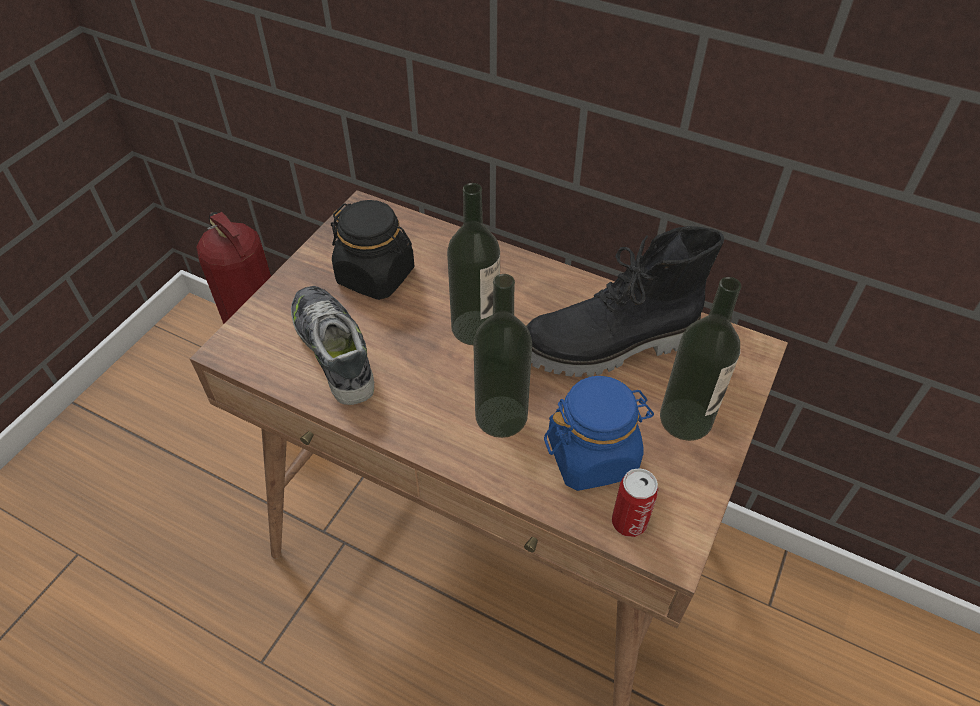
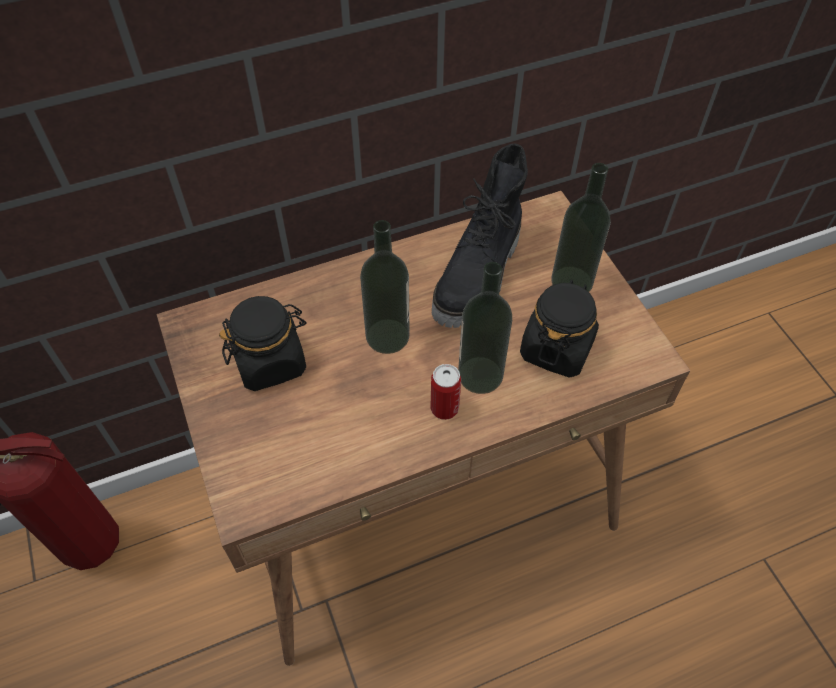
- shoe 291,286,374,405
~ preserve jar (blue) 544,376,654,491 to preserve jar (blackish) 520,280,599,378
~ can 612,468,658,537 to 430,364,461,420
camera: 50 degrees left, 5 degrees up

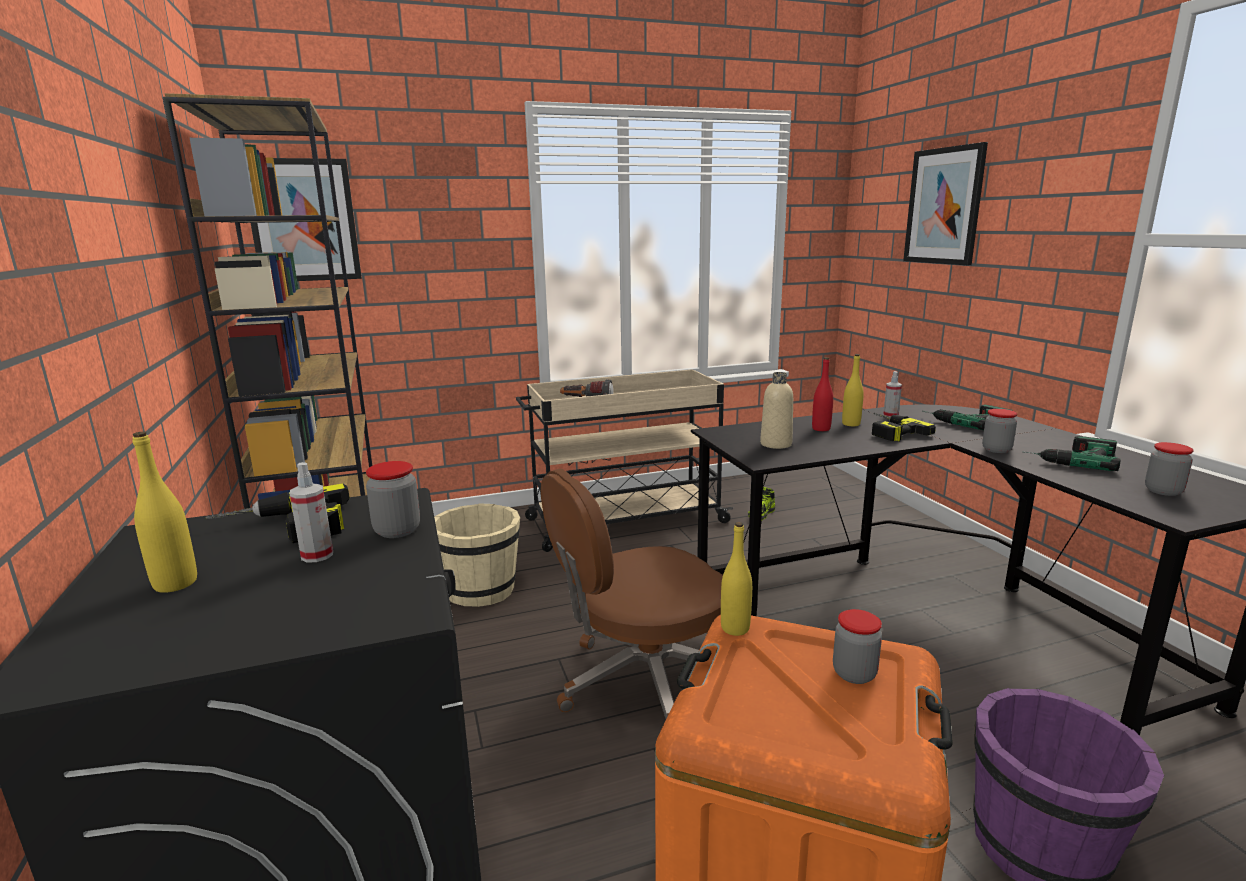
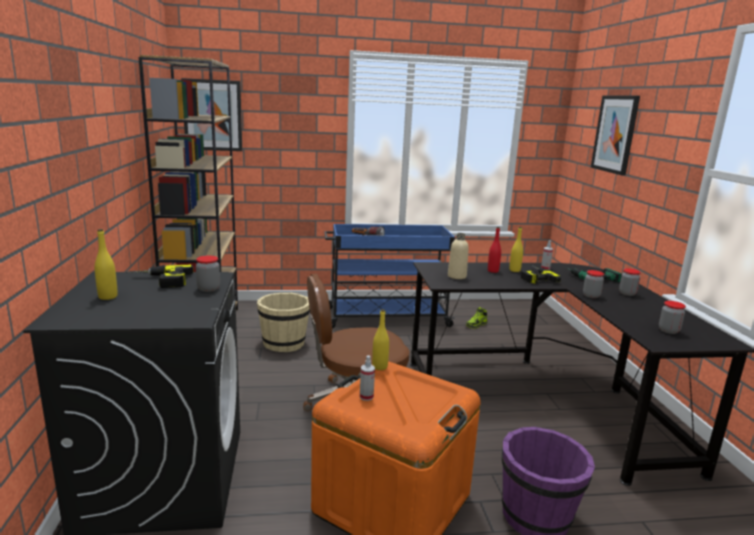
~ hand sprayer 290,462,333,563 to 360,355,375,401
~ trolley (beige) 516,369,733,552 to trolley (blue) 324,224,455,328
~ preserve jar 833,609,882,684 to 619,268,641,296
- electric drill 1022,436,1120,471
camera: 10 degrees right, 0 degrees up

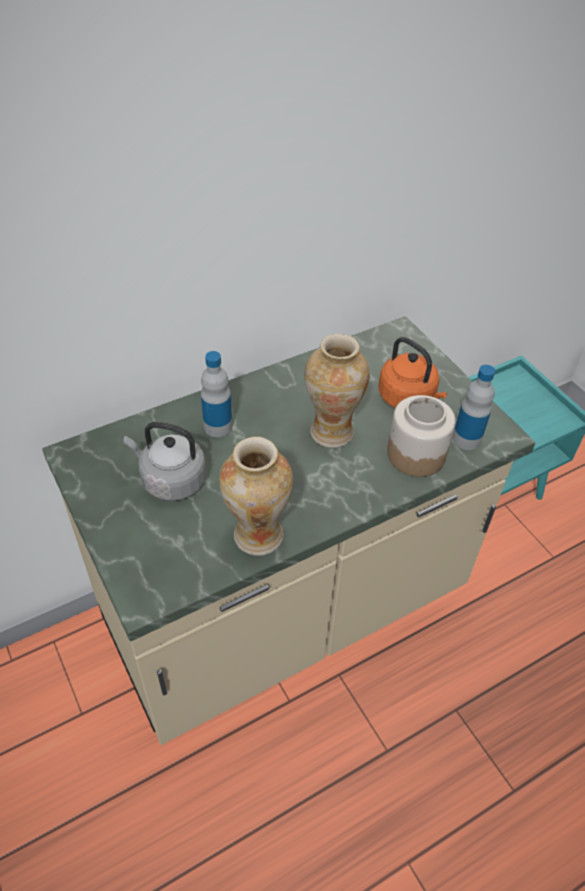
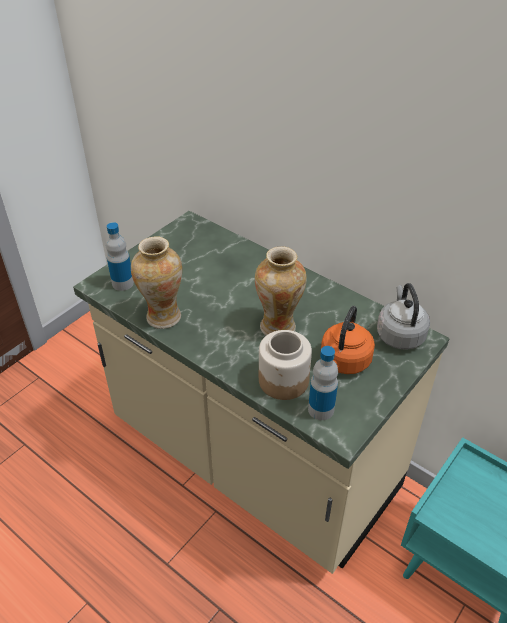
~ tea kettle (gray) 124,422,206,501 to 377,283,430,350
~ drink bottle 201,351,232,437 to 106,222,134,291
camera: 70 degrees right, 5 degrees down

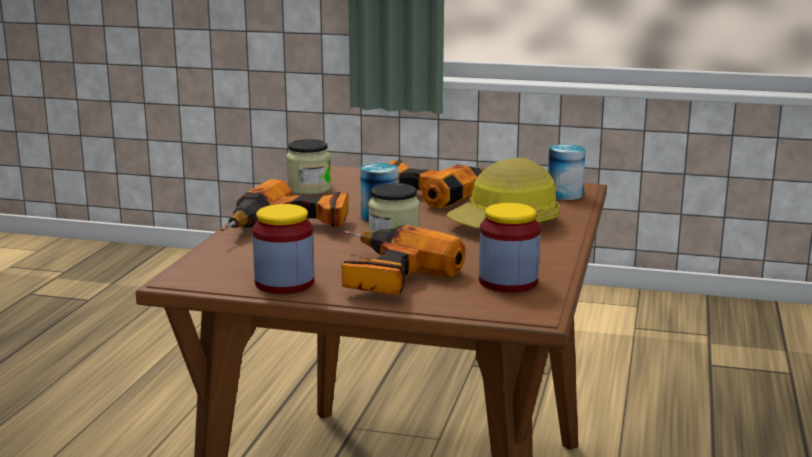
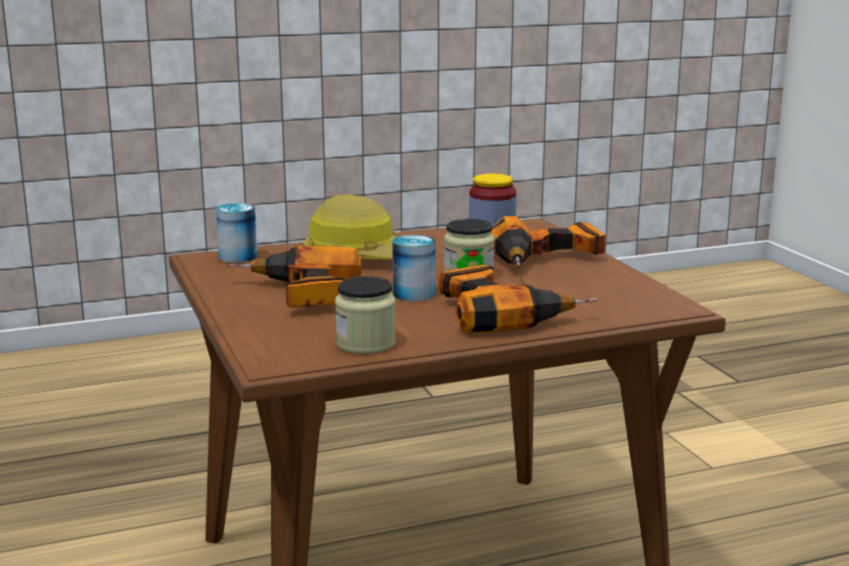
- preserve jar 252,204,314,294
camera: 125 degrees left, 0 degrees up

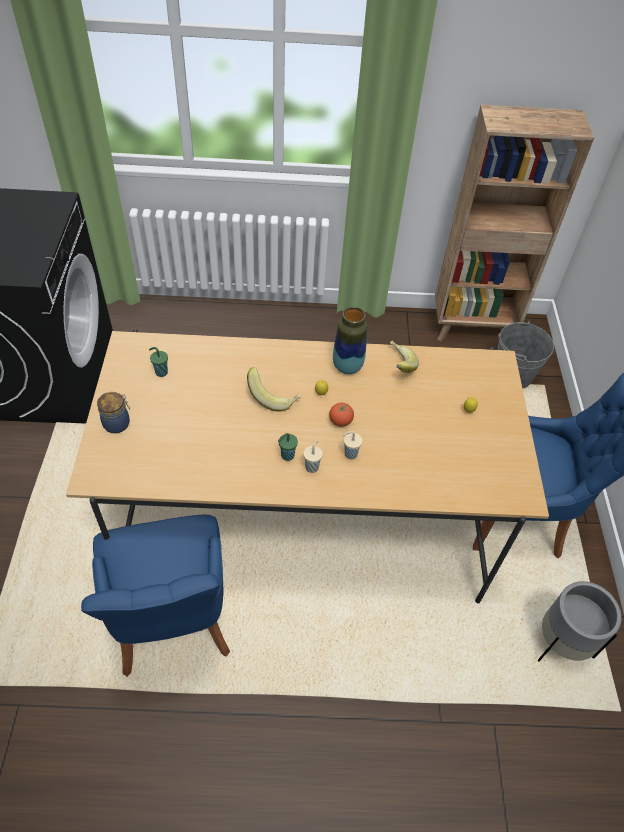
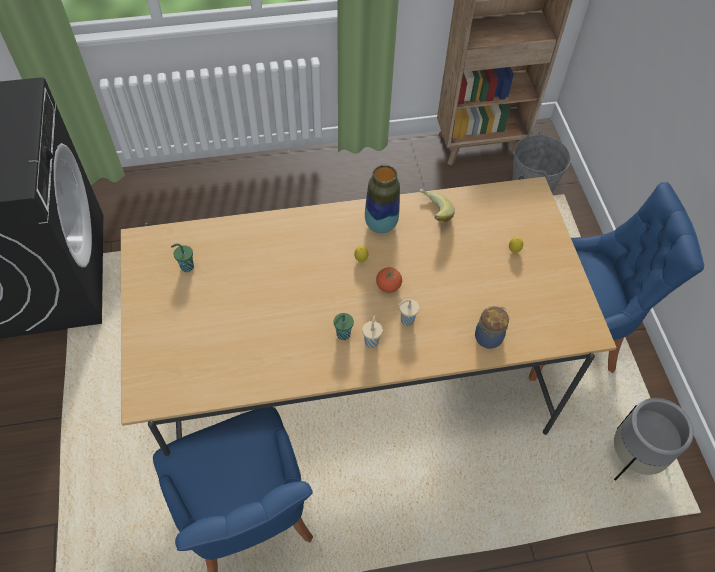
~ preserve jar 97,392,130,433 to 475,306,509,349
- banana 247,367,301,412
camera: 10 degrees left, 5 degrees up

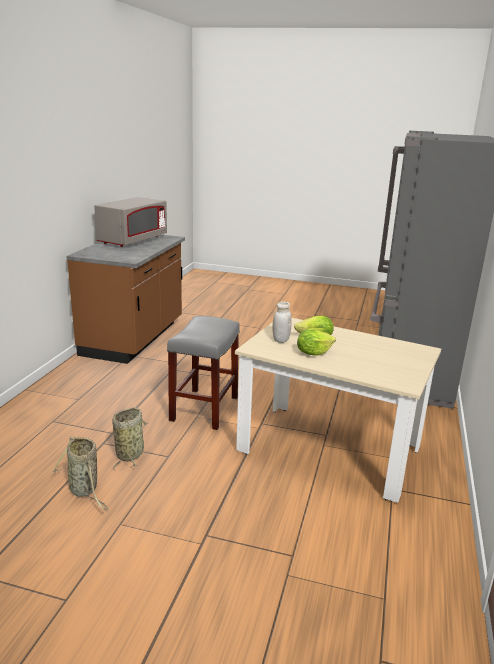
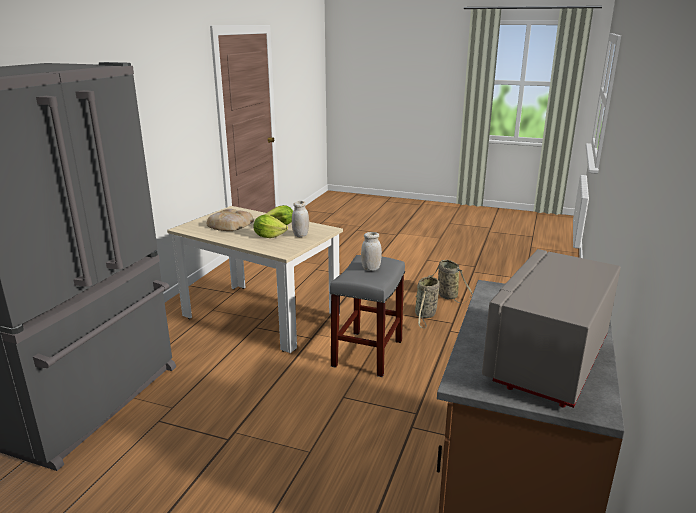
+ bread 207,209,254,231
+ preserve jar (whitish) 361,232,382,271
camera: 175 degrees left, 0 degrees up

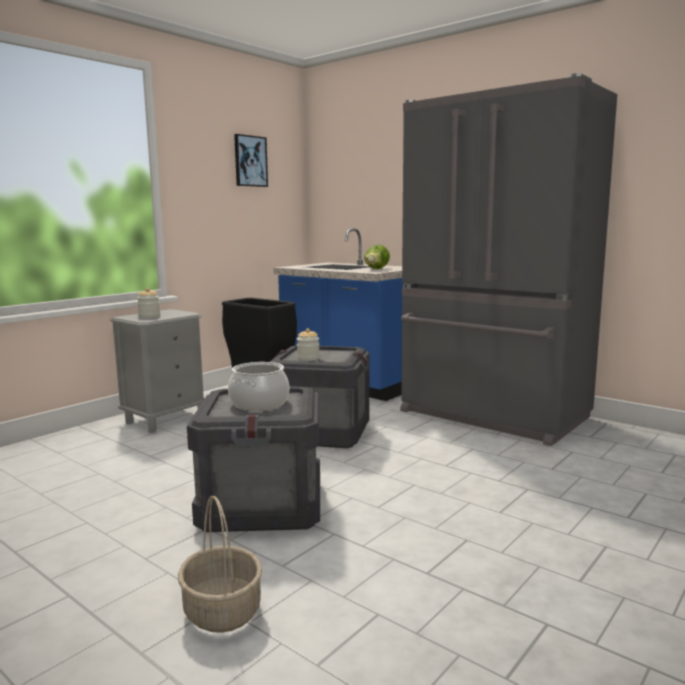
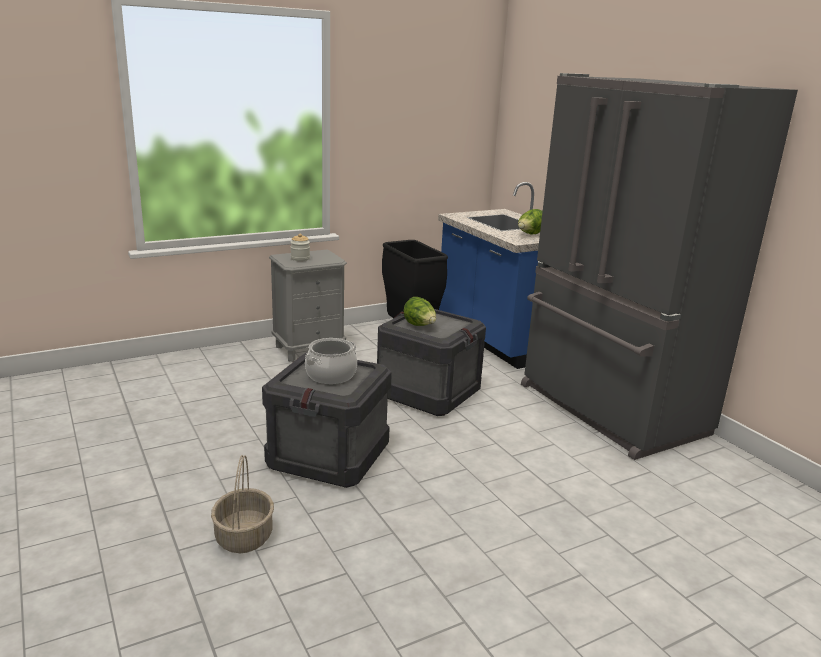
- picture 234,134,268,187
~ preserve jar 297,328,320,361 to lettuce head 403,297,436,326
camera: 20 degrees right, 10 degrees up

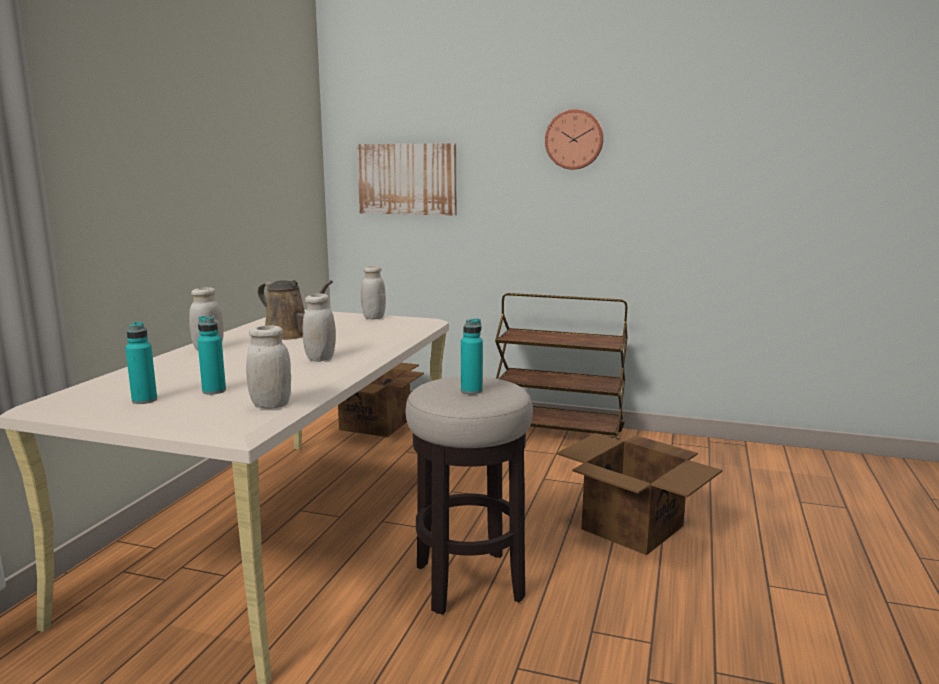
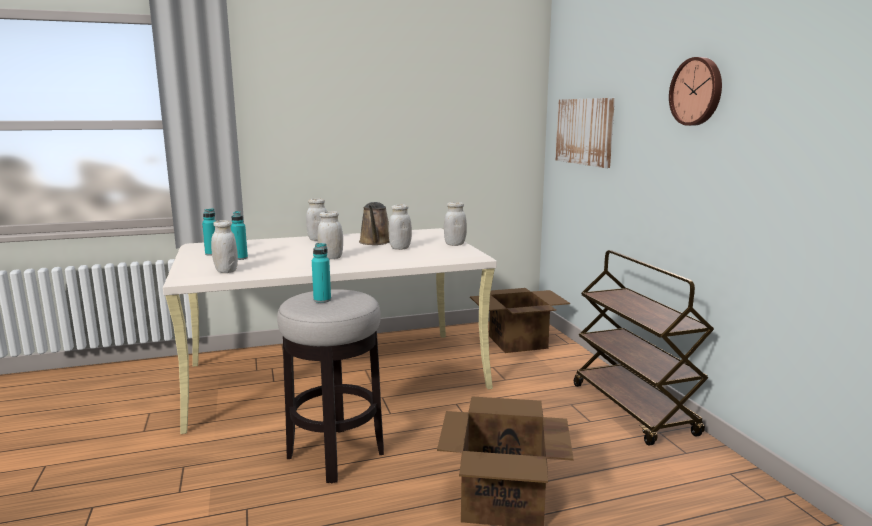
+ preserve jar (whitish) 388,204,412,250
camera: 55 degrees right, 0 degrees up

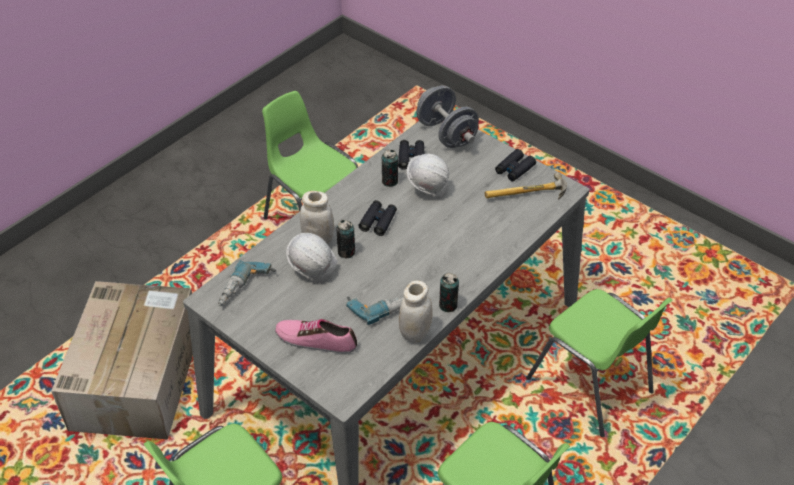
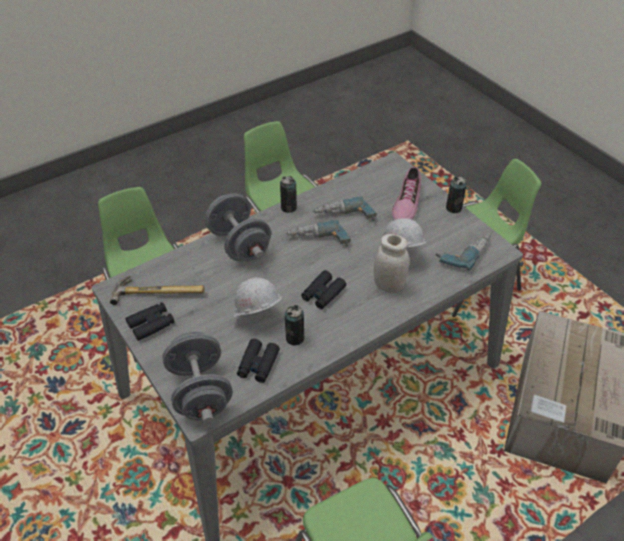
~ shoe 275,319,357,353 = 391,166,421,221 75 degrees clockwise
~ can 336,220,355,258 to 446,176,467,213
- preserve jar (whitish) 399,280,433,343
+ free weight (gray) 205,193,271,262
+ electric drill 285,220,351,247
camera: 165 degrees left, 0 degrees up

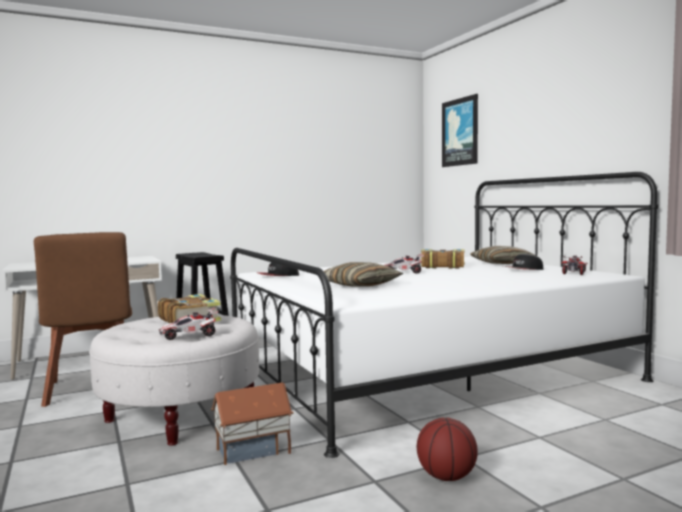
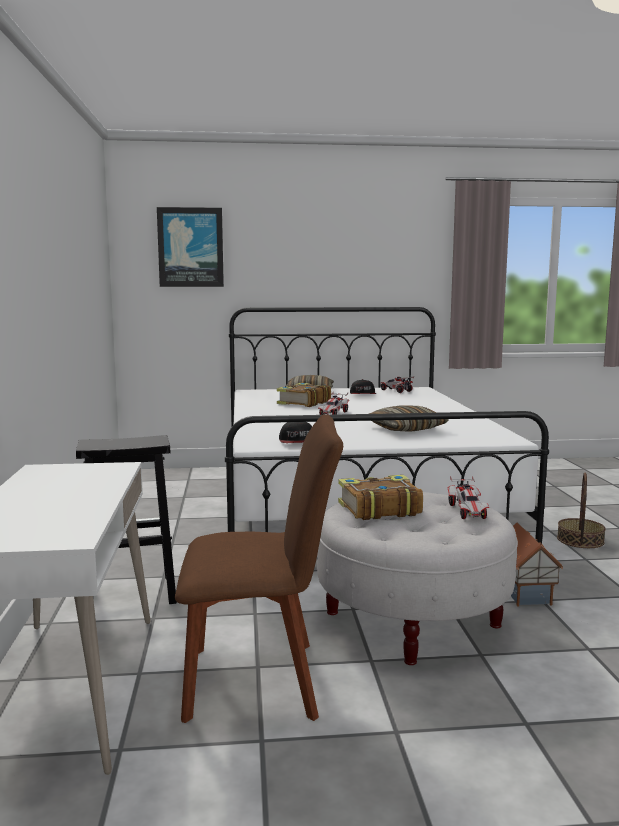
~ basketball 417,417,478,481 to household basket 557,473,606,548
camera: 70 degrees left, 5 degrees up

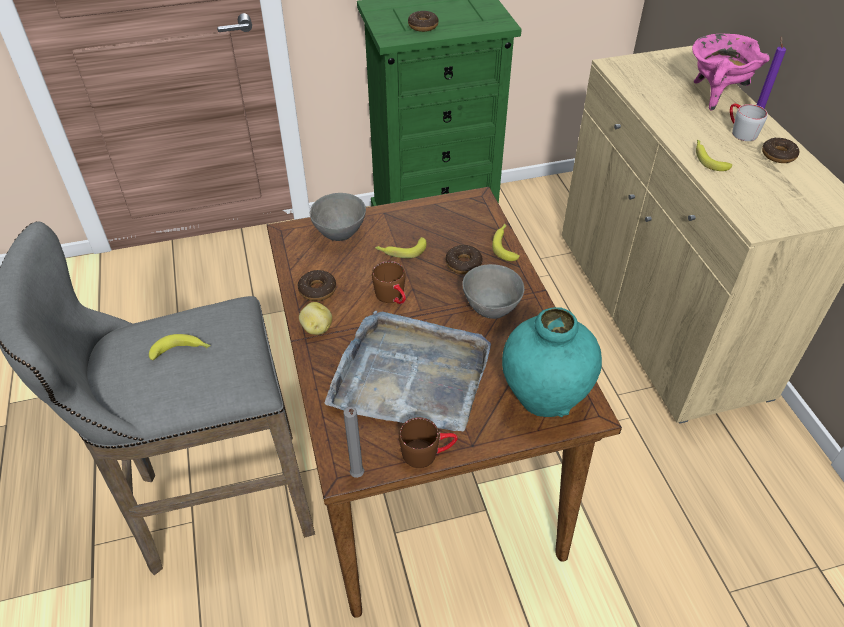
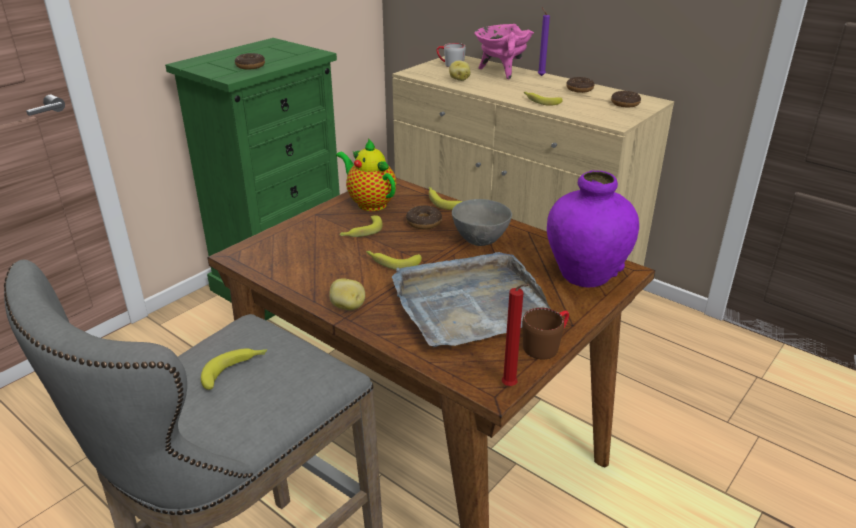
~ donut 298,270,336,301 to 611,91,641,108
- bowl (gray) 310,193,366,241
~ candle (gray) 344,407,364,478 to candle (reddish) 502,284,530,386
~ coffee mug (brownish) 372,261,406,304 to banana 366,251,422,270
~ flower vase (blue-green) 502,307,602,417 to flower vase (purplish) 547,170,639,287
~ coffee mug (gray) 730,103,768,141 to 436,43,466,67
+ tea pot 336,138,396,211
+ whole potato 449,61,471,81
camera: 35 degrees left, 15 degrees down

